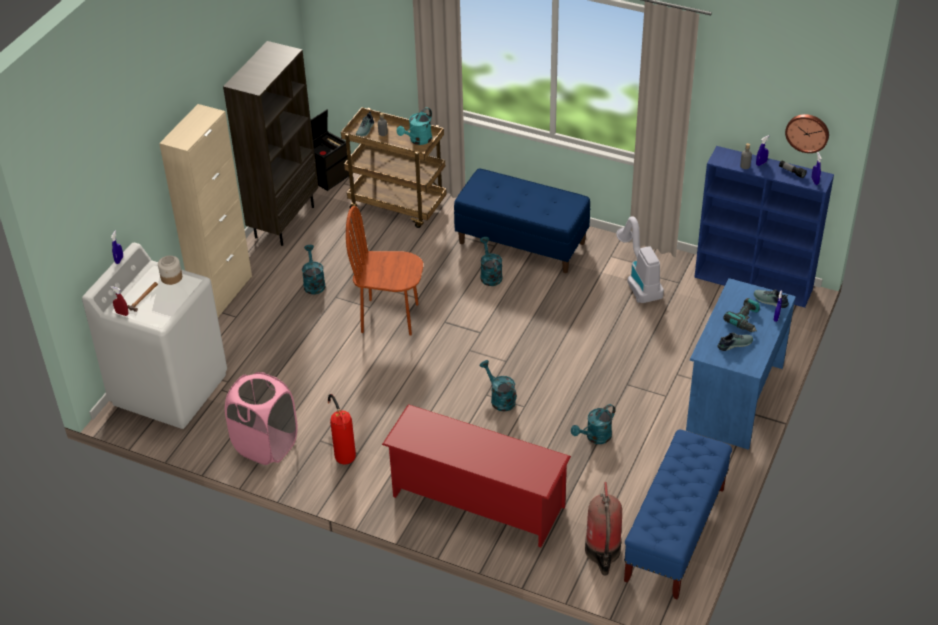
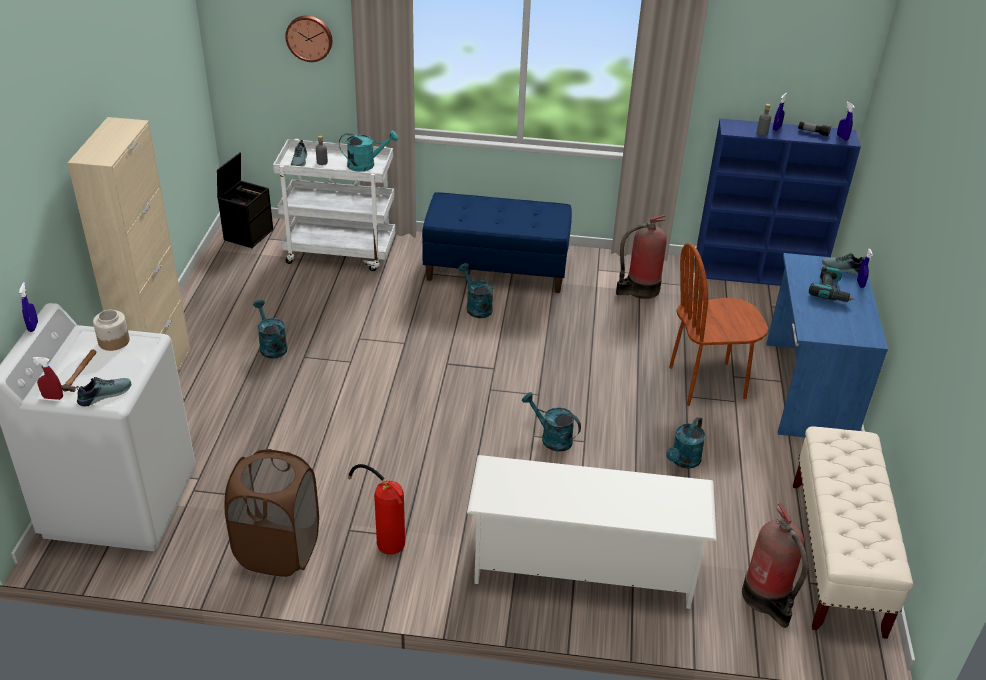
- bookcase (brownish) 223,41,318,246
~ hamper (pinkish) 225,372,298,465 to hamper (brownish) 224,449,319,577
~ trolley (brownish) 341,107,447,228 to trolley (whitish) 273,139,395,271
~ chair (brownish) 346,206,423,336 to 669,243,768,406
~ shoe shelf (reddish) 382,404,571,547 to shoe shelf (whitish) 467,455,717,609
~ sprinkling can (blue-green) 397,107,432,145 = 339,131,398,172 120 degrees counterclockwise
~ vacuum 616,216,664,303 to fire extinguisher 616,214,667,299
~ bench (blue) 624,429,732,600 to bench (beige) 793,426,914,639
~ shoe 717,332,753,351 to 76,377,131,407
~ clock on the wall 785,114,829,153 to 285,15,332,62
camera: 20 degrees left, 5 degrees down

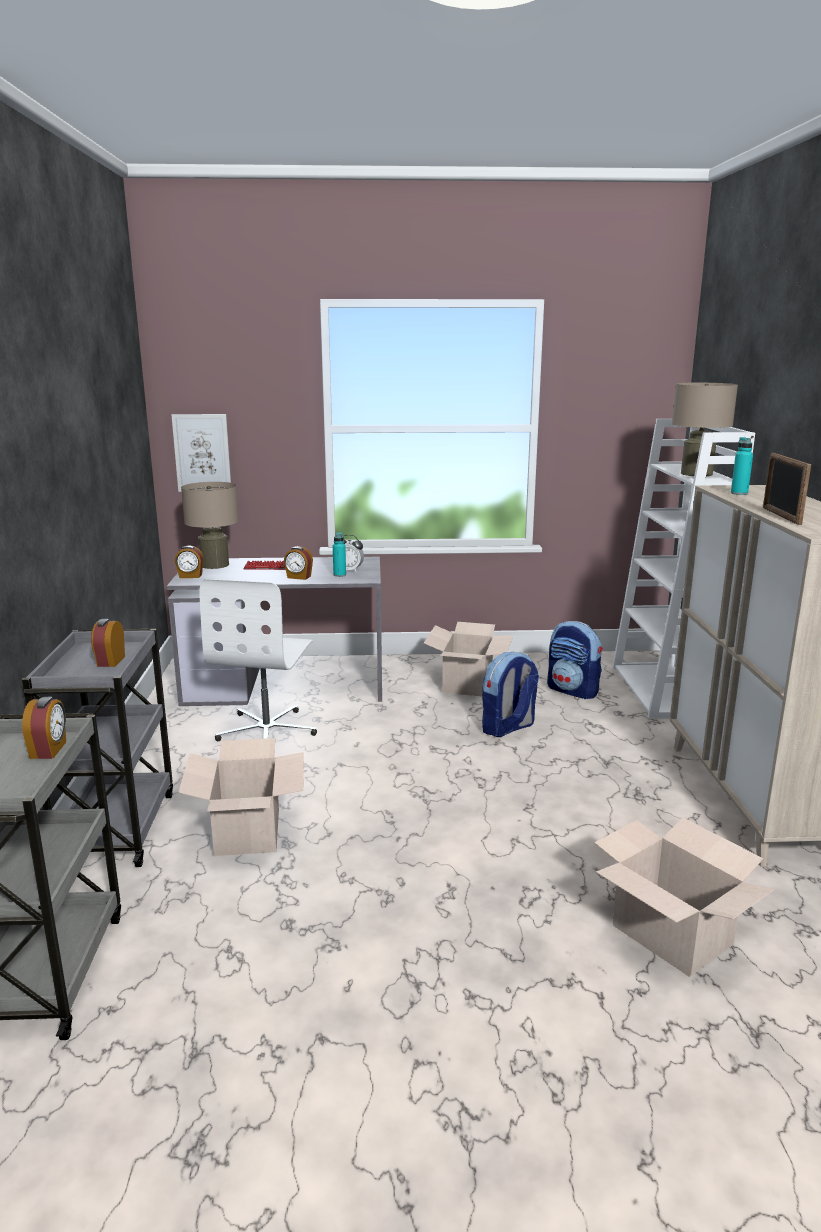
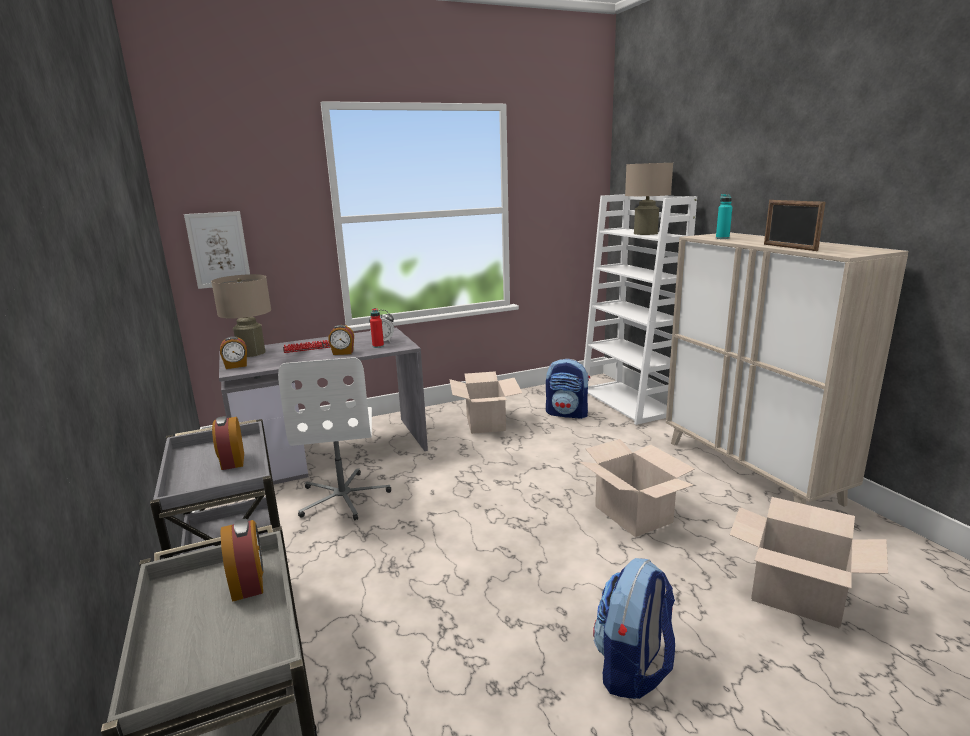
~ cardboard box 178,738,304,856 to 580,439,695,537
~ drink bottle (blue-green) 333,532,346,577 to drink bottle (reddish) 370,308,384,348
~ backpack 482,652,539,737 to 593,558,675,699
camera: 20 degrees left, 0 degrees up

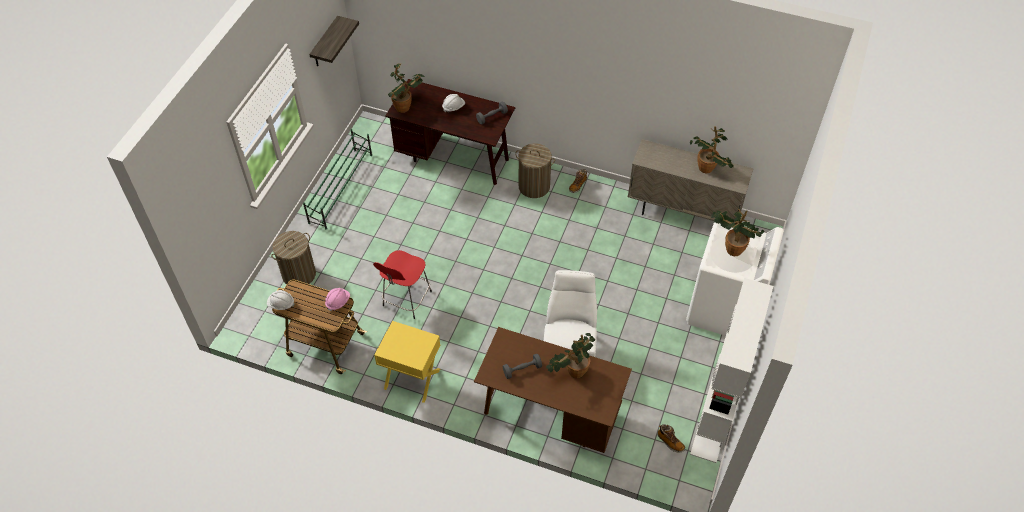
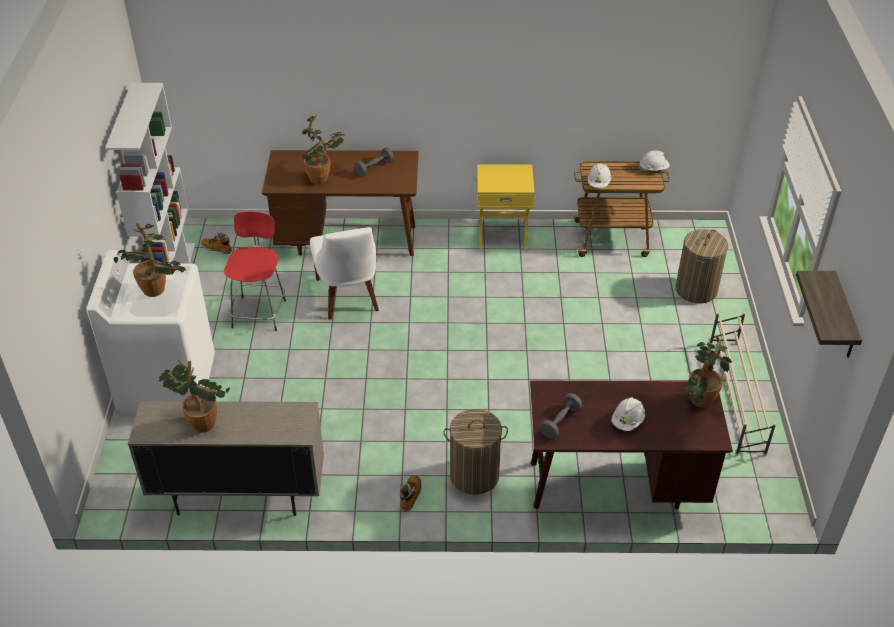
~ shoe shelf (green) 303,129,372,229 to shoe shelf (beige) 709,312,776,456
~ hard hat (pinkish) 325,288,350,312 to hard hat (whitish) 588,163,611,188
~ sitting stool (reddish) 373,250,432,319 to 224,211,286,331
camera: 160 degrees right, 10 degrees down

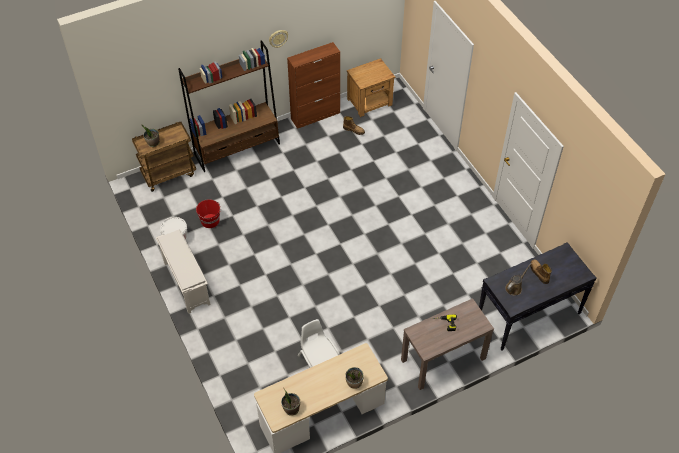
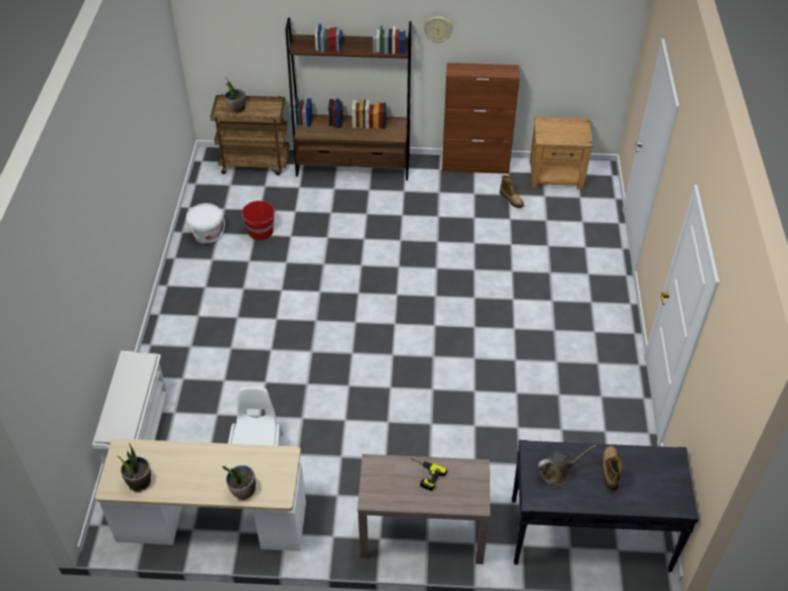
~ shoe shelf (whitish) 156,230,211,314 to 92,351,168,465
camera: 30 degrees right, 5 degrees down

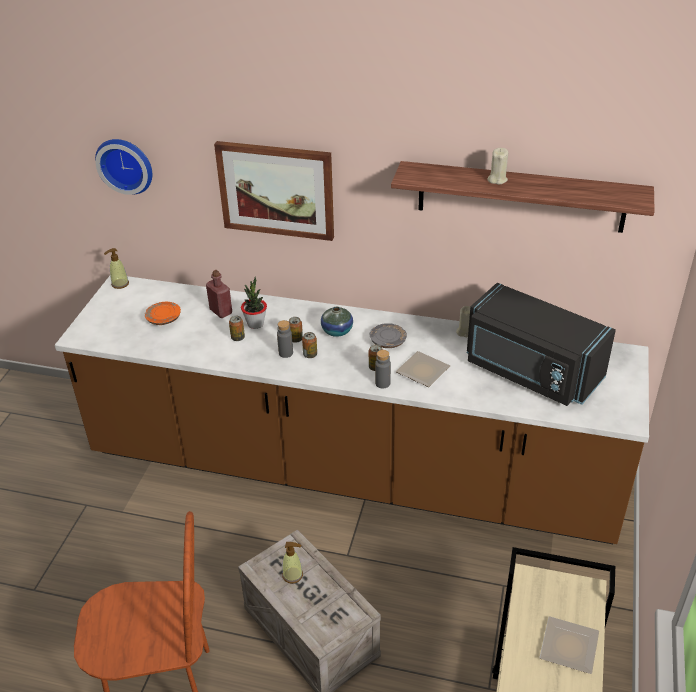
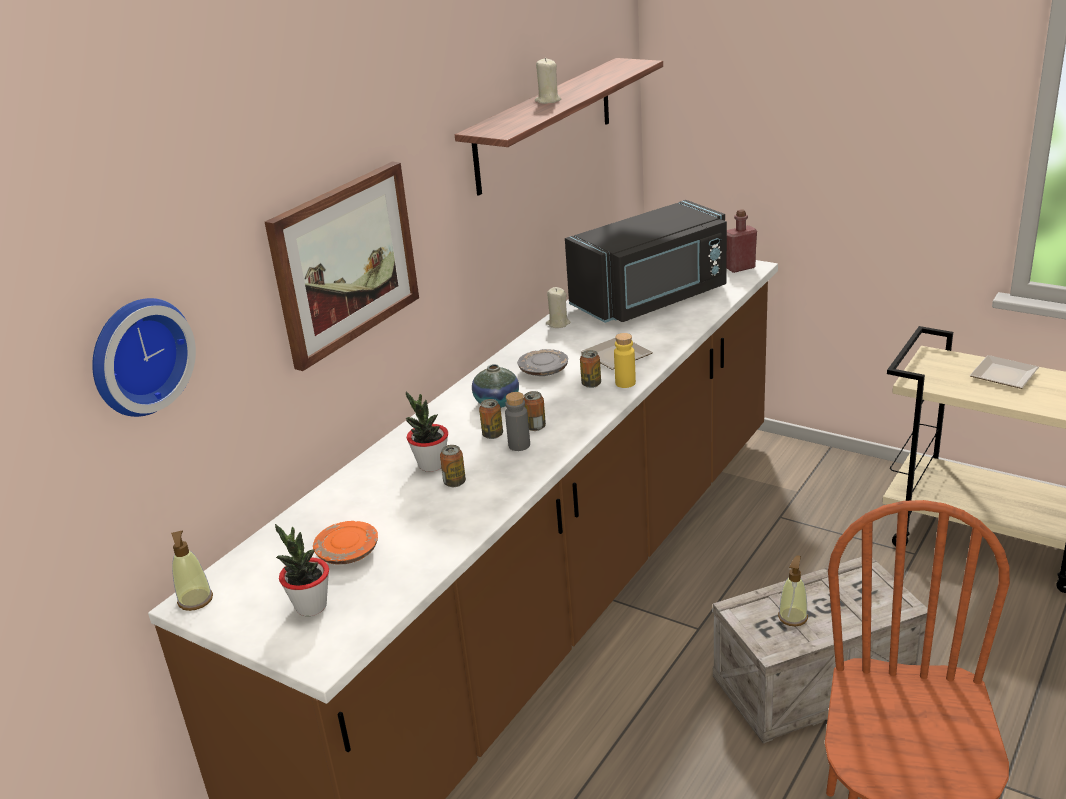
~ drink bottle (reddish) 206,270,232,318 to 726,209,757,273
~ drink bottle (gray) 375,350,391,389 to drink bottle (yellowish) 614,333,636,388
+ plant in a pot 275,524,329,616
camera: 70 degrees left, 10 degrees down

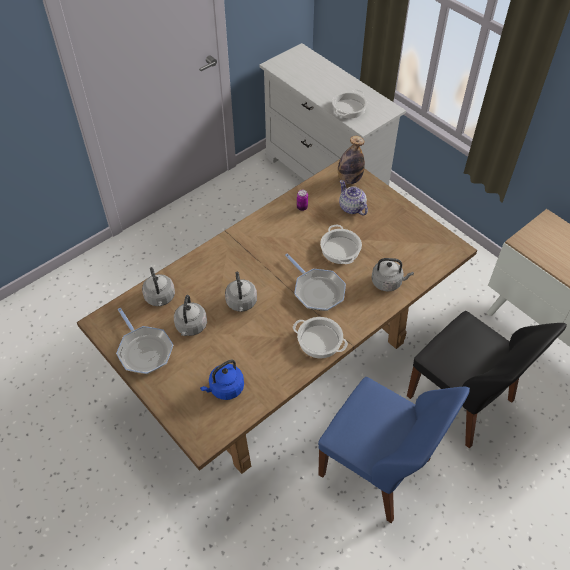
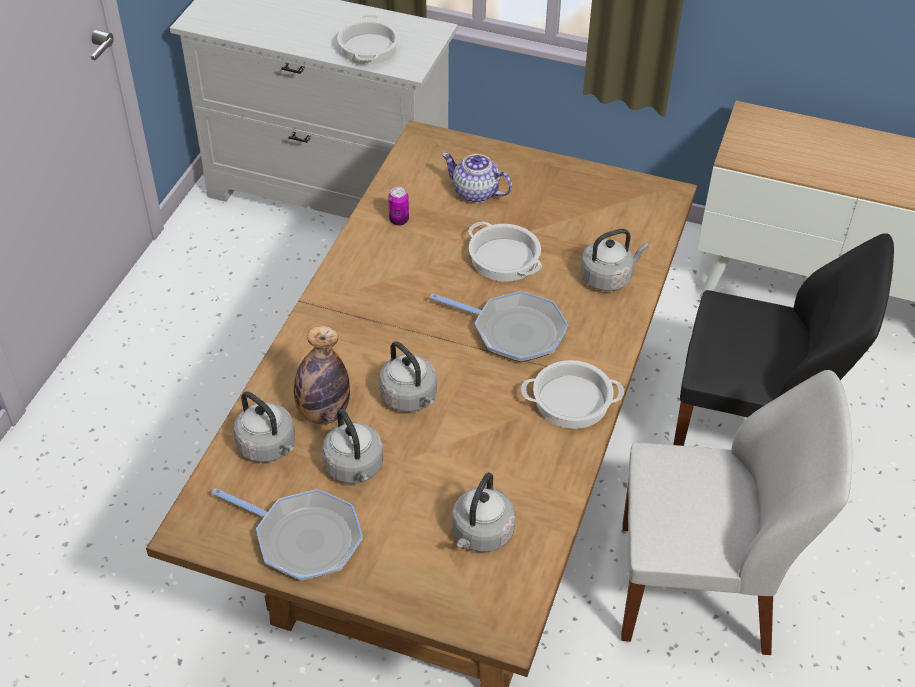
~ tea kettle (blue) 200,359,244,400 to tea kettle (gray) 452,473,515,552
~ chair (blue) 318,377,470,523 to chair (whitish) 621,370,852,655
~ drink bottle 338,136,365,184 to 294,326,350,424
camera: 30 degrees left, 5 degrees down

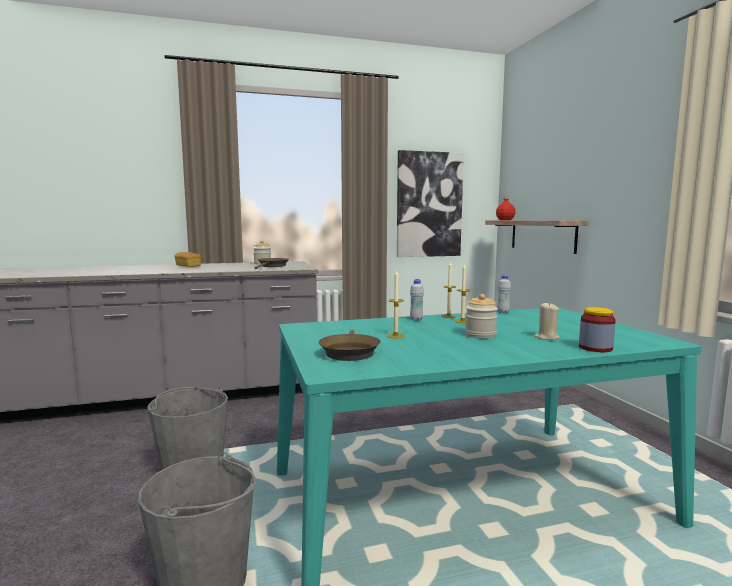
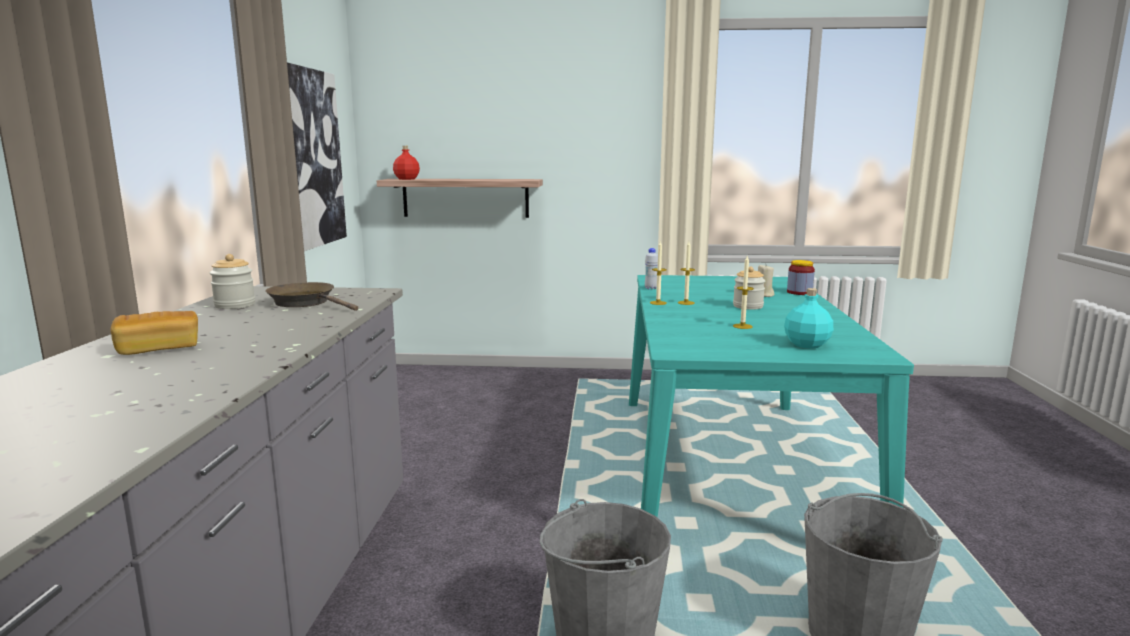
~ frying pan (brownish) 319,330,381,361 to drink bottle (blue-green) 784,288,833,349
- drink bottle (whitish) 410,279,424,321
camera: 70 degrees left, 5 degrees up

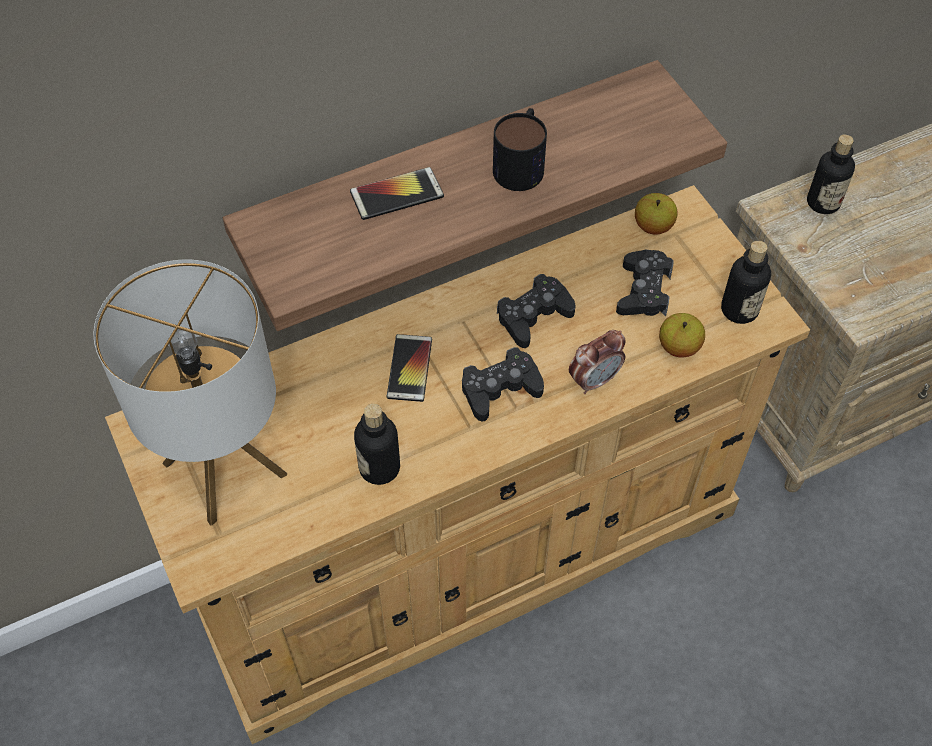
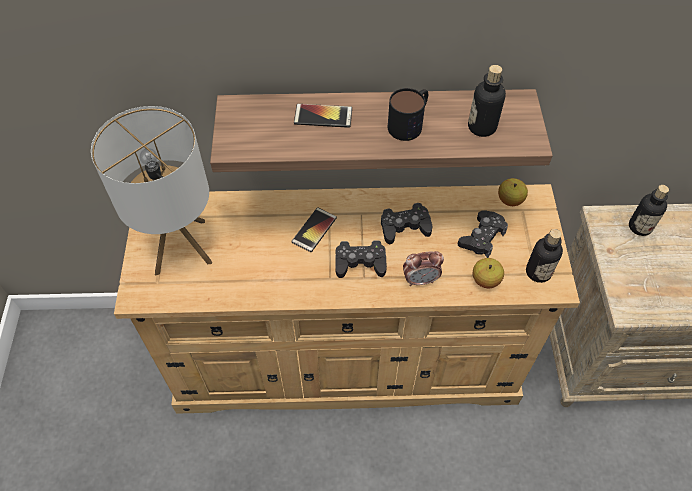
~ drink bottle 354,404,400,485 to 468,65,506,137
camera: 25 degrees right, 0 degrees up

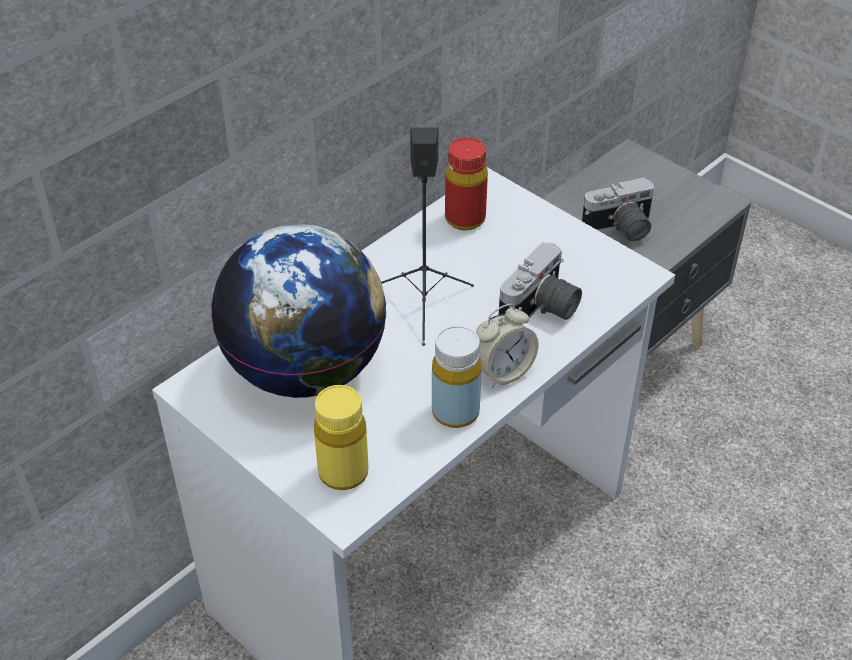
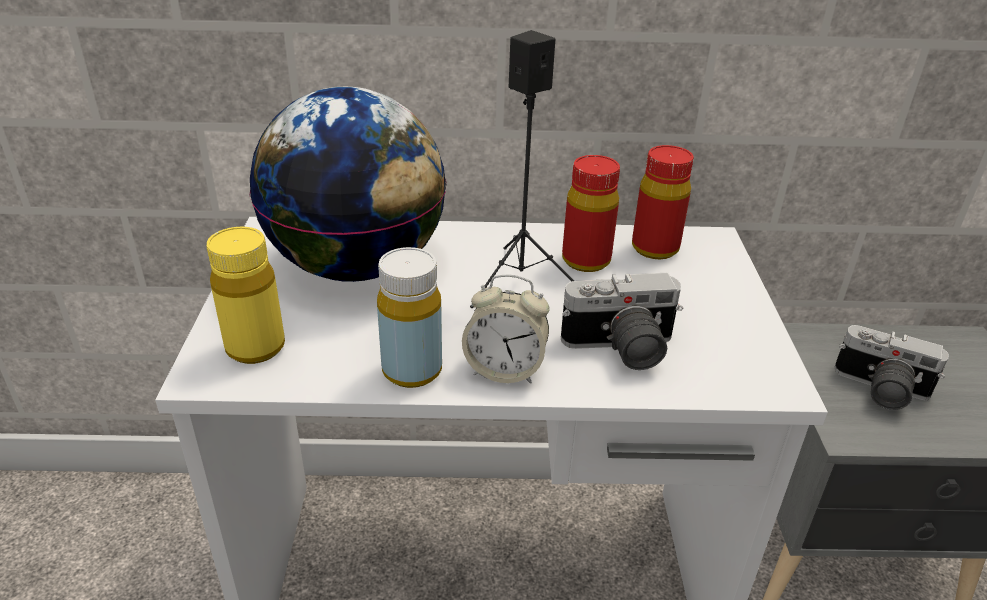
+ drink bottle (reddish) 562,155,620,272
camera: 45 degrees right, 10 degrees down

